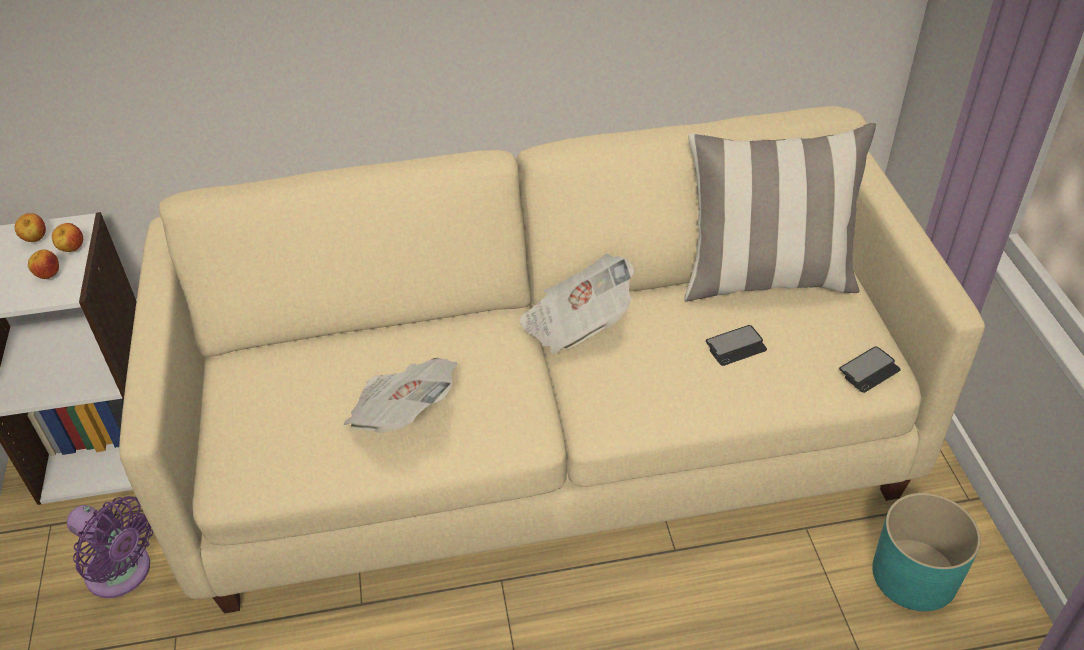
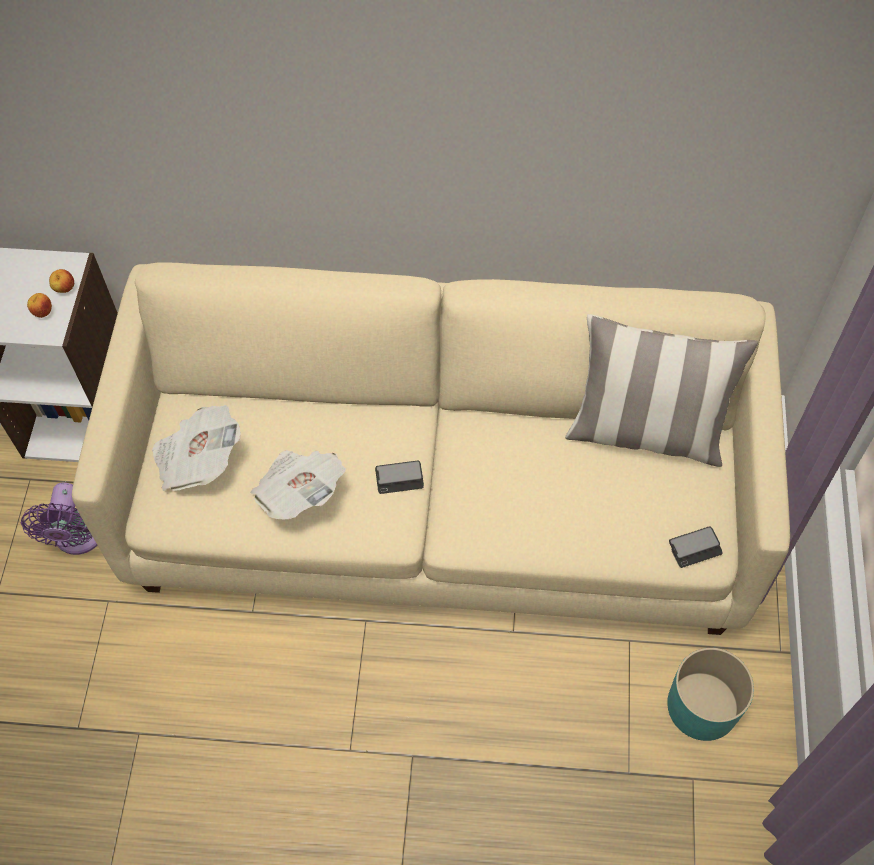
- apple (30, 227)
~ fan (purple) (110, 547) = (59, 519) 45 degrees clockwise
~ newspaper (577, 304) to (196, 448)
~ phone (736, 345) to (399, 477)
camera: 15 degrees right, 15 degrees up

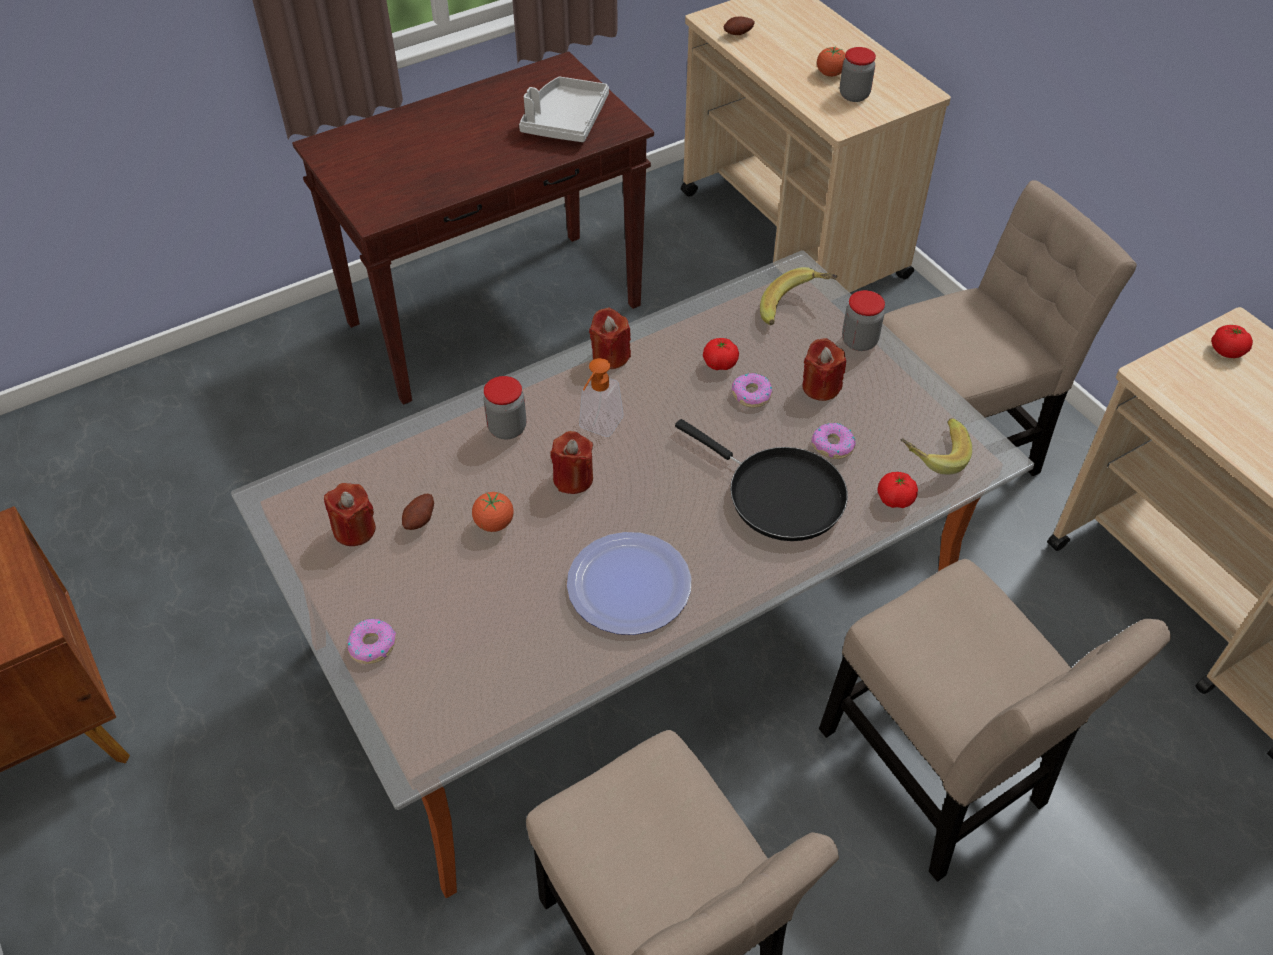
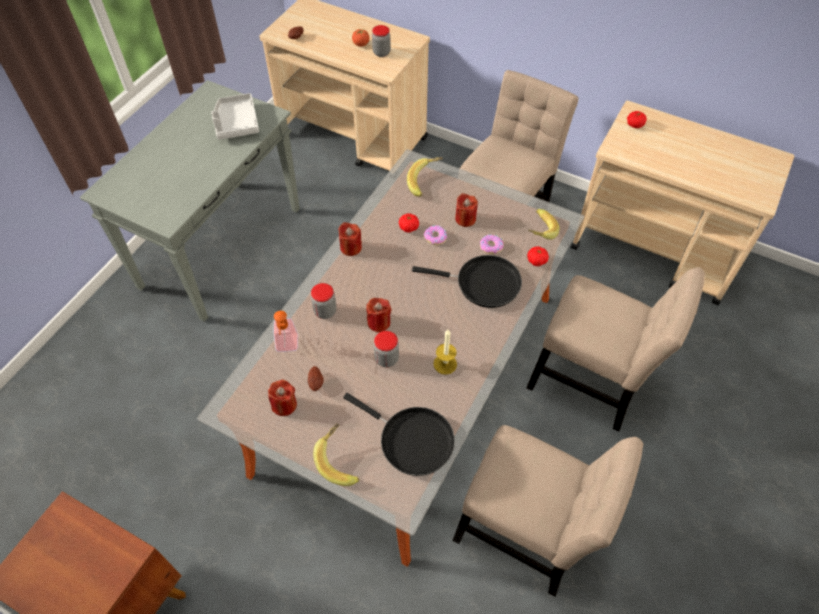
~ console table (brown) (473, 228) to console table (grey) (190, 201)
~ donut (371, 641) to banana (336, 454)
- tomato (493, 512)
~ plate (629, 583) to candle (445, 352)
~ soap dispenser (601, 397) to (286, 331)
~ jar (863, 320) to (386, 349)
+ frying pan (black) (399, 434)
camera: 30 degrees left, 5 degrees up

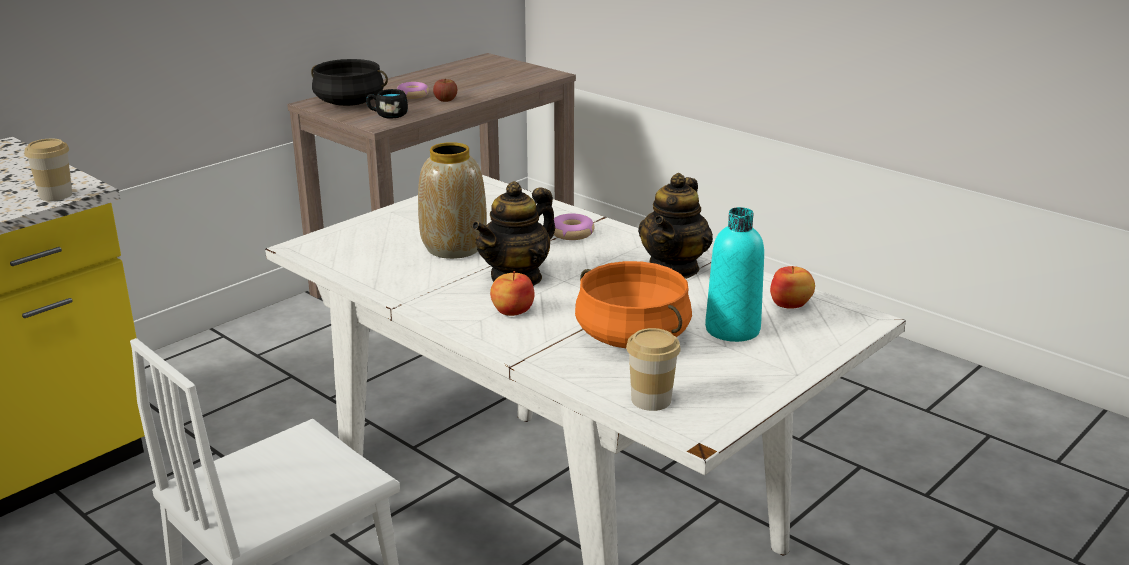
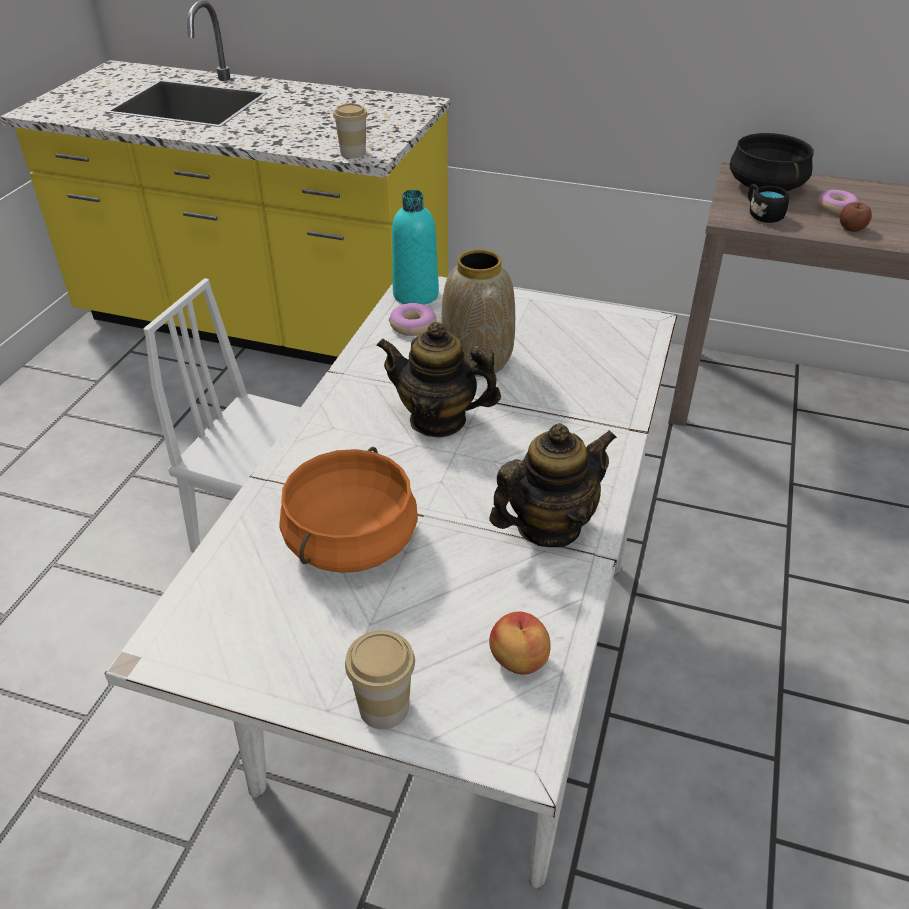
- apple (512, 293)
~ donut (574, 226) to (413, 319)
~ cup (653, 369) to (380, 679)
~ teapot (675, 226) = (553, 485) 150 degrees clockwise
~ bottle (turquoise) (734, 274) to (415, 247)
camera: 65 degrees right, 15 degrees up

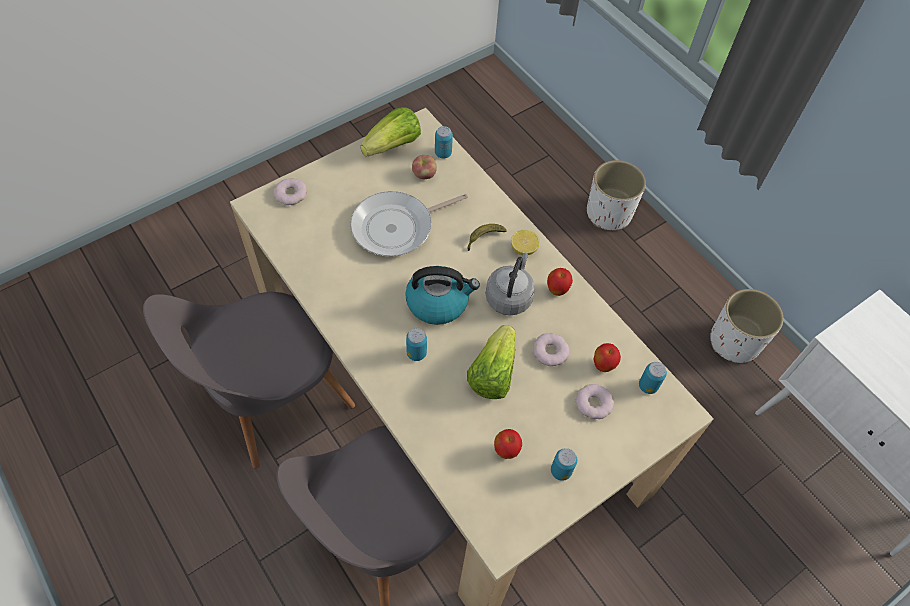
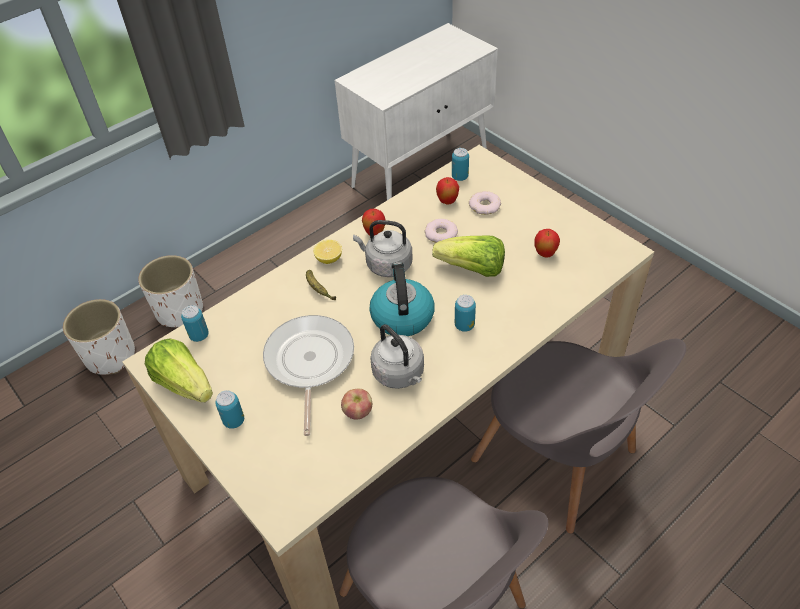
- donut (290, 191)
~ frying pan (409, 224) = (308, 375) 150 degrees counterclockwise
~ apple (424, 167) to (356, 404)
~ can (564, 464) to (229, 409)
~ planter (white) (747, 326) to (99, 337)
+ kettle (grey) (397, 356)
camera: 90 degrees left, 10 degrees down

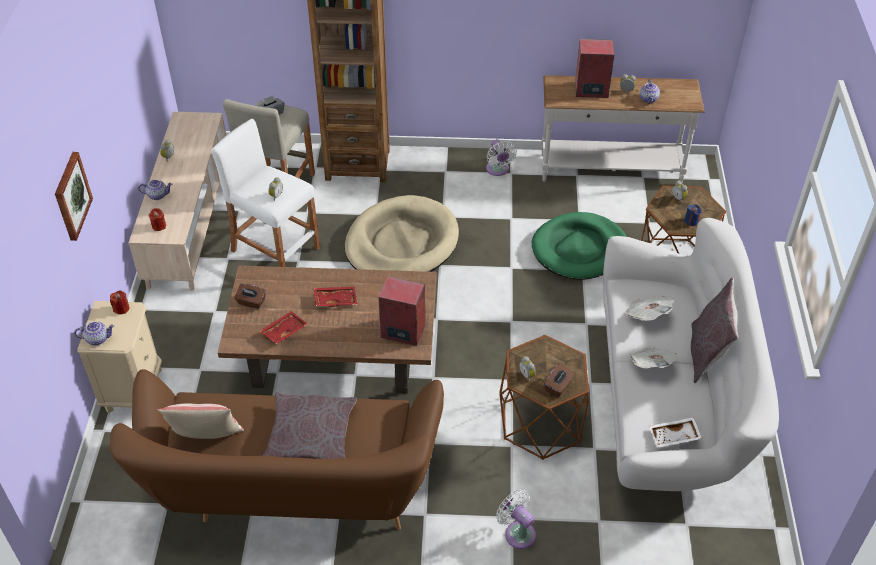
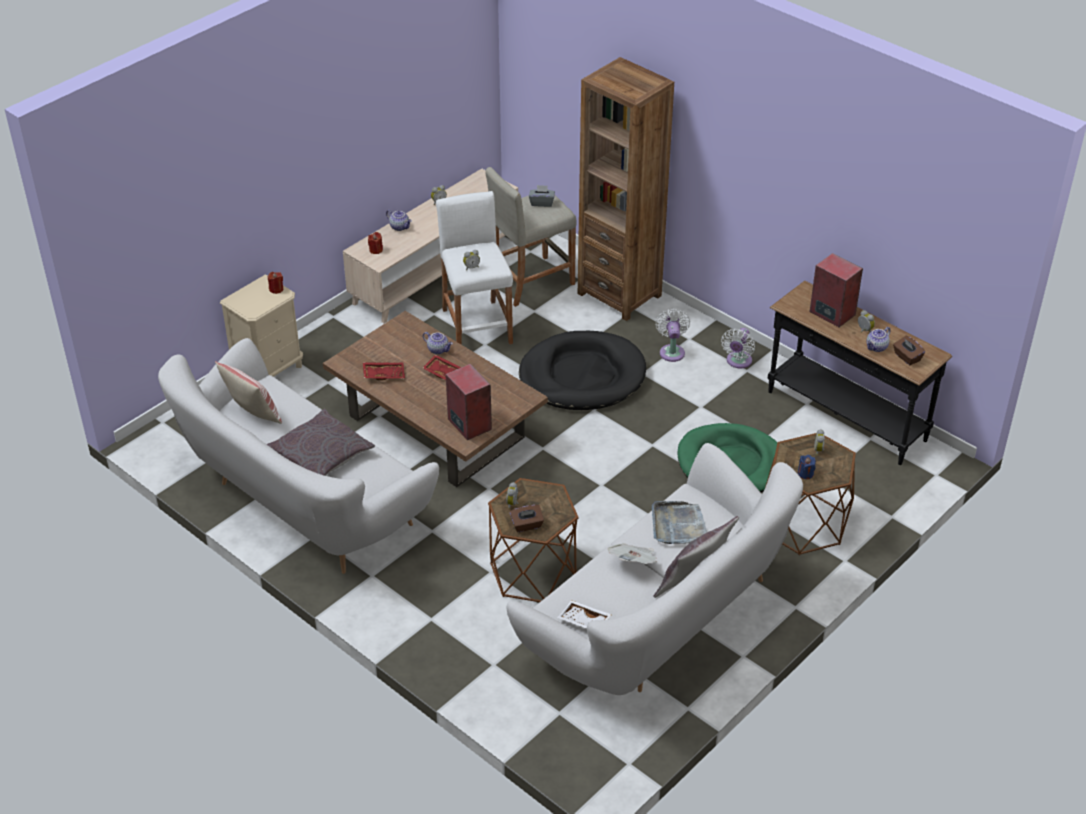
- picture (74, 196)
~ teapot (94, 333) to (438, 343)
~ sofa (brown) (277, 449) to sofa (white) (298, 456)
~ tissue box (brown) (250, 296) to (909, 350)
~ dog bed (beige) (402, 233) to dog bed (black) (582, 370)
~ fan (white) (516, 519) to (673, 335)
~ console table (white) (623, 128) to console table (black) (860, 373)
~ newspaper (649, 308) to tray (grey) (679, 522)
camera: 40 degrees right, 5 degrees down

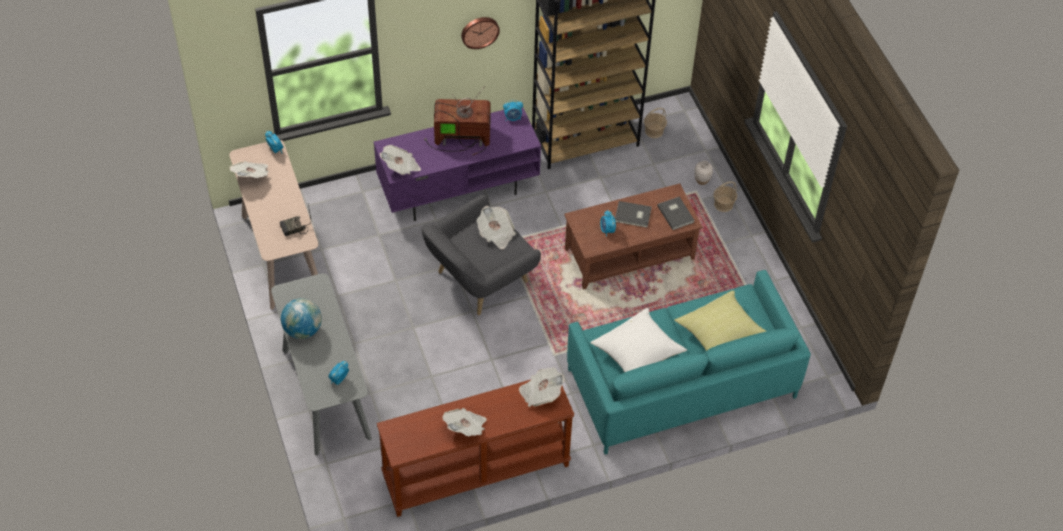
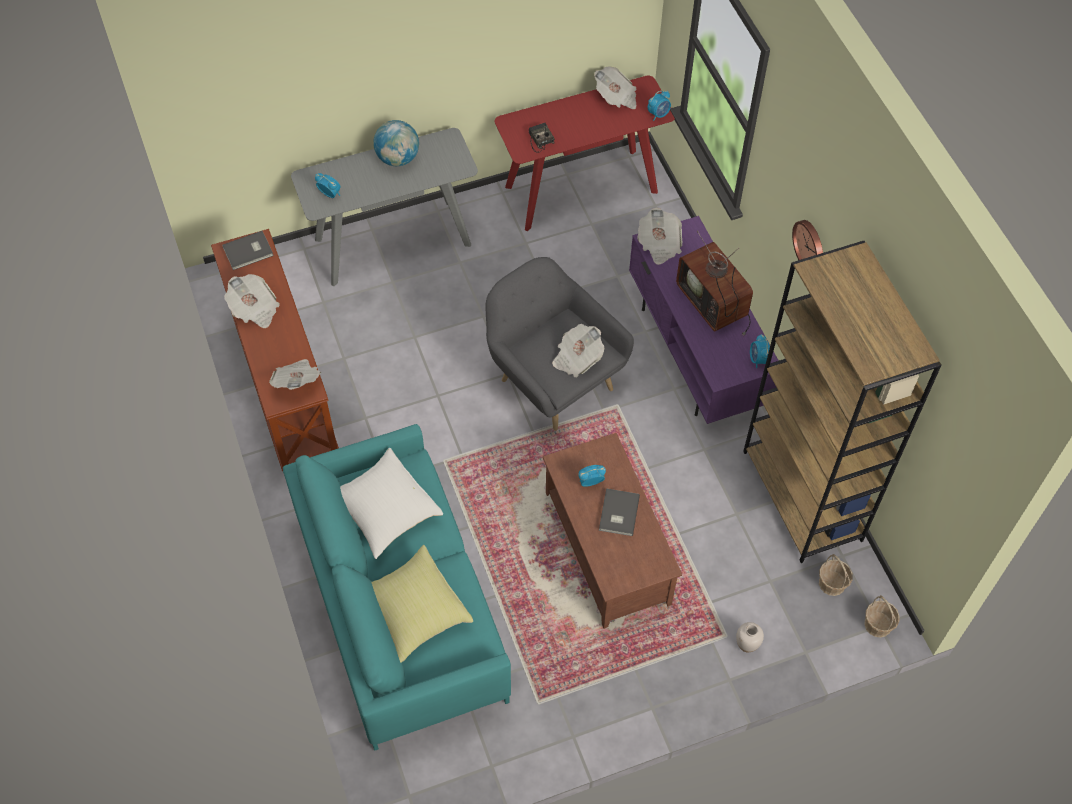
~ console table (beige) (273, 225) to console table (red) (585, 153)
~ television (457, 120) = (714, 283) 150 degrees clockwise
~ book (grey) (676, 213) to (248, 250)
~ basket (725, 196) to (882, 616)
camera: 90 degrees right, 5 degrees up

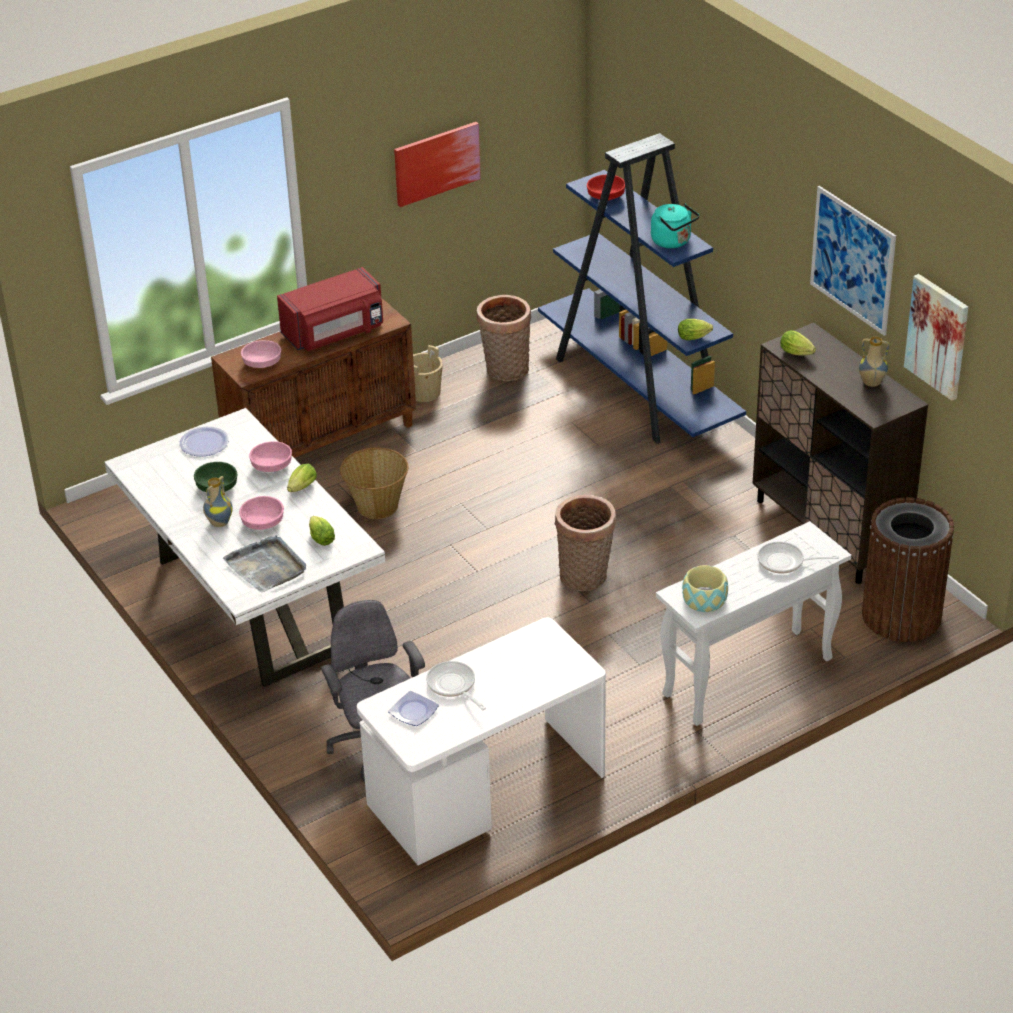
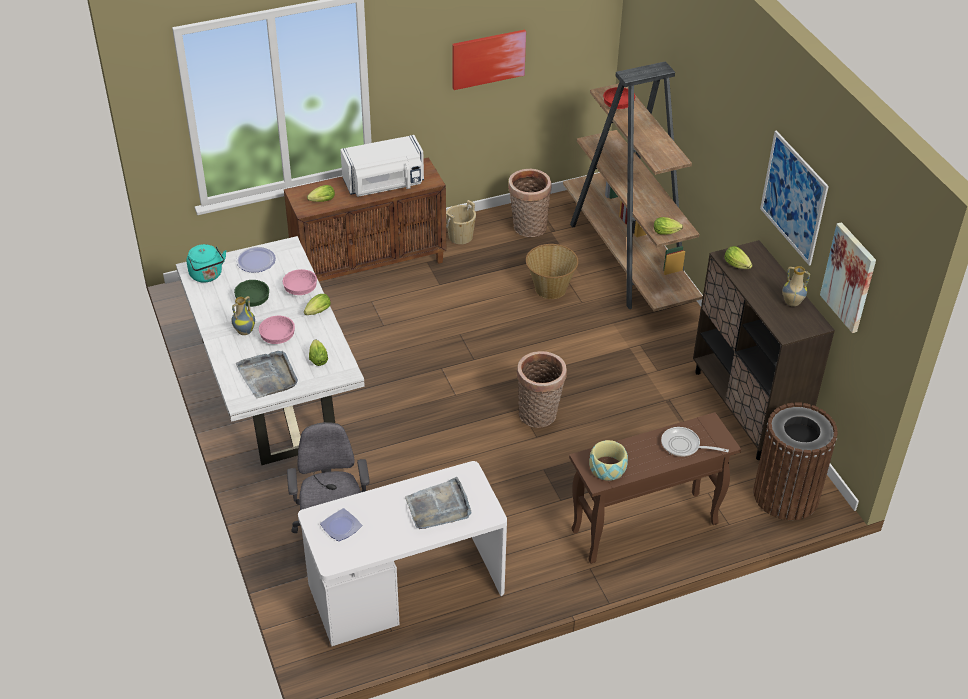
~ bowl (pink) (261, 354) to lettuce (321, 193)
~ microwave (red) (330, 309) to microwave (white) (382, 166)
~ basket (374, 483) to (552, 271)
- frying pan (456, 685)
~ bookcase (blue) (642, 288) to bookcase (brown) (633, 186)
~ kettle (turquoise) (675, 225) to (206, 263)
~ console table (white) (753, 623) to console table (brown) (655, 488)
+ tray (grey) (438, 503)
camera: 10 degrees right, 5 degrees up

